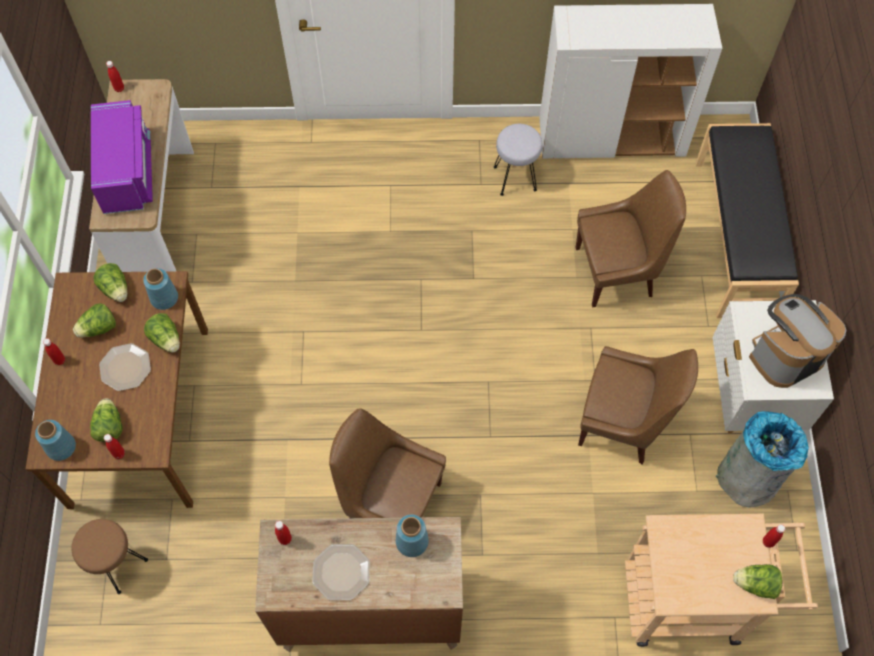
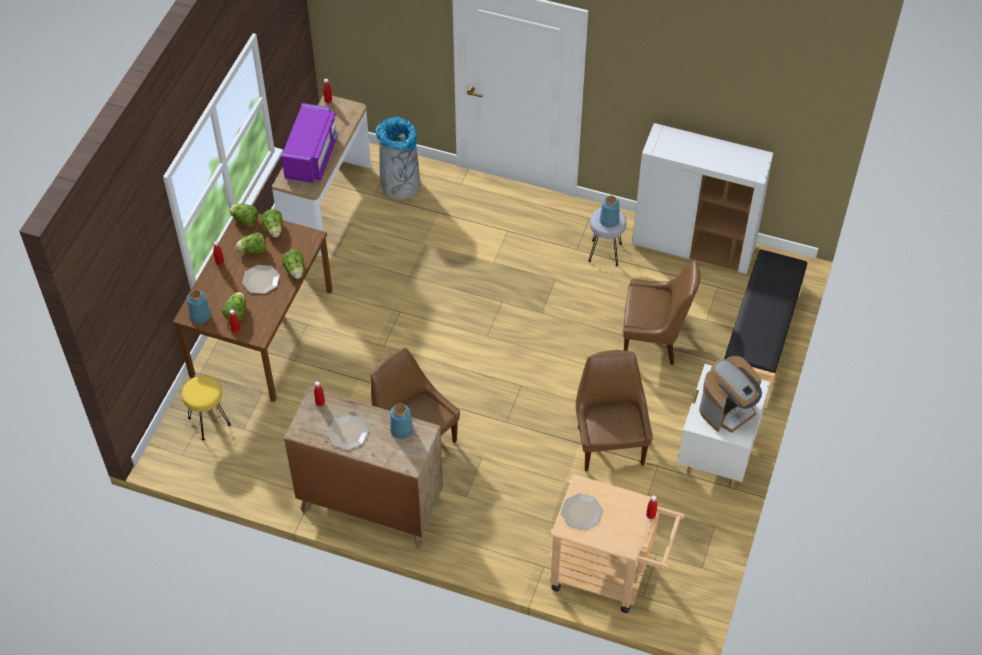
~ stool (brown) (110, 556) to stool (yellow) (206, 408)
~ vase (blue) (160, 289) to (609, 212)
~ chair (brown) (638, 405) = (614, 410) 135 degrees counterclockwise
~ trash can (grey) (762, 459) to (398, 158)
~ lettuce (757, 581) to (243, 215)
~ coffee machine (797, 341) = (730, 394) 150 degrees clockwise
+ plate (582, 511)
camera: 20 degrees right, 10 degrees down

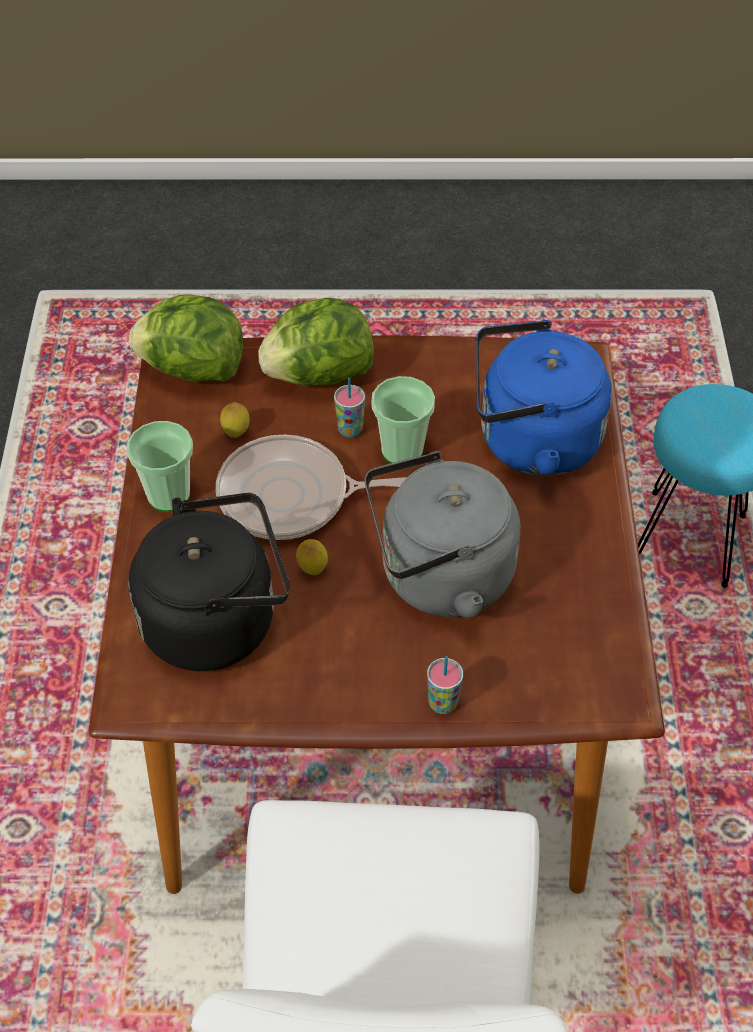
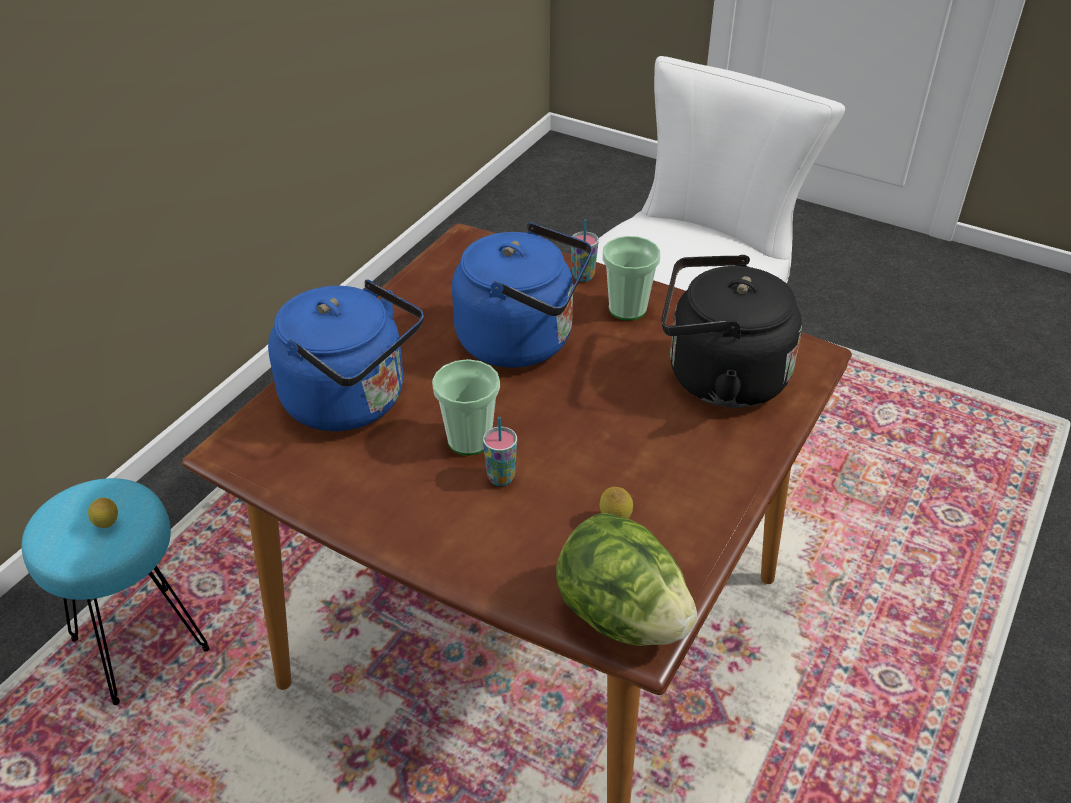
~ cup (160, 466) to (631, 278)
- frying pan (311, 487)
- lettuce (316, 341)
~ lemon (312, 557) to (103, 513)
~ kettle (grey) (442, 534) to kettle (blue) (522, 295)
camera: 150 degrees left, 10 degrees down

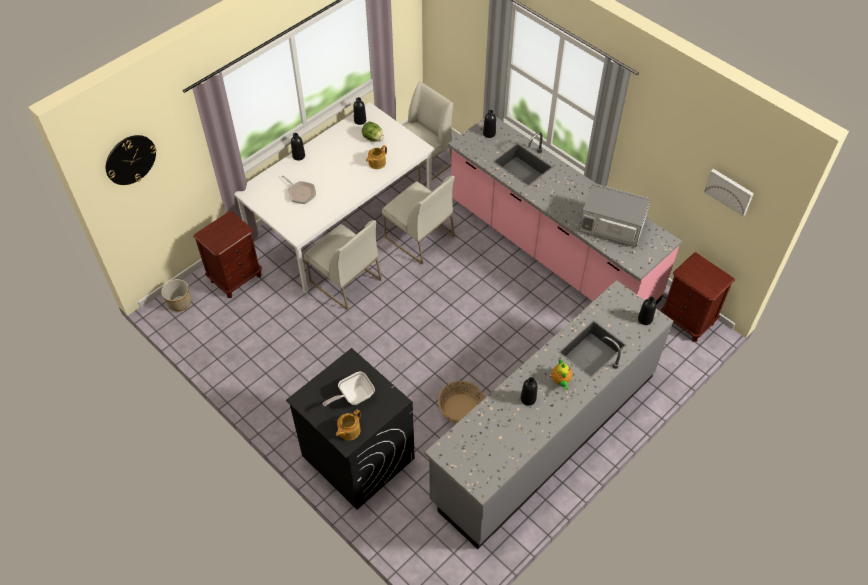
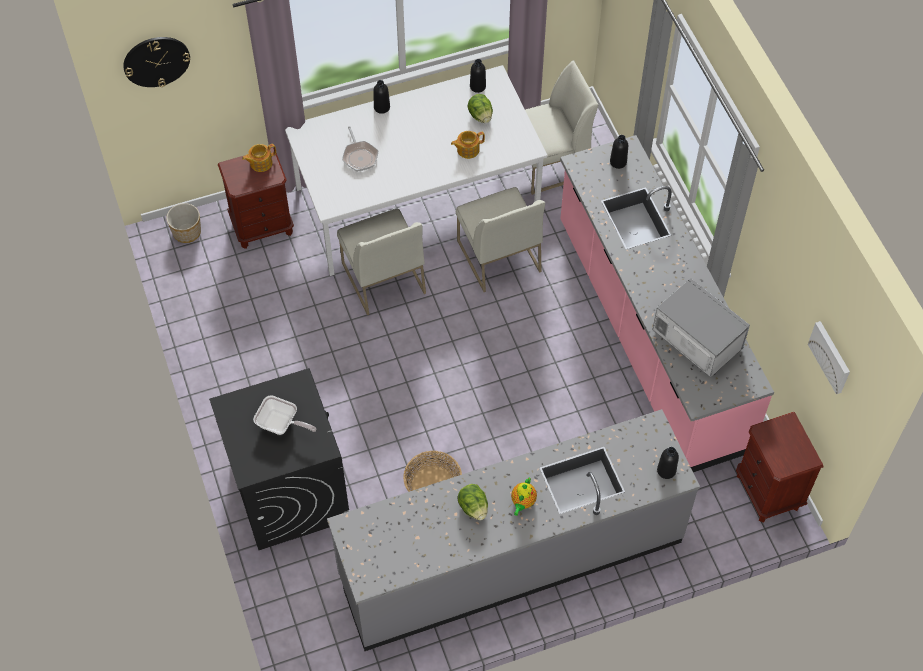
~ frying pan (349, 388) = (284, 415) 150 degrees counterclockwise
~ teapot (348, 425) to (259, 158)
~ bottle (black) (529, 391) to lettuce (473, 502)
camera: 25 degrees right, 5 degrees up

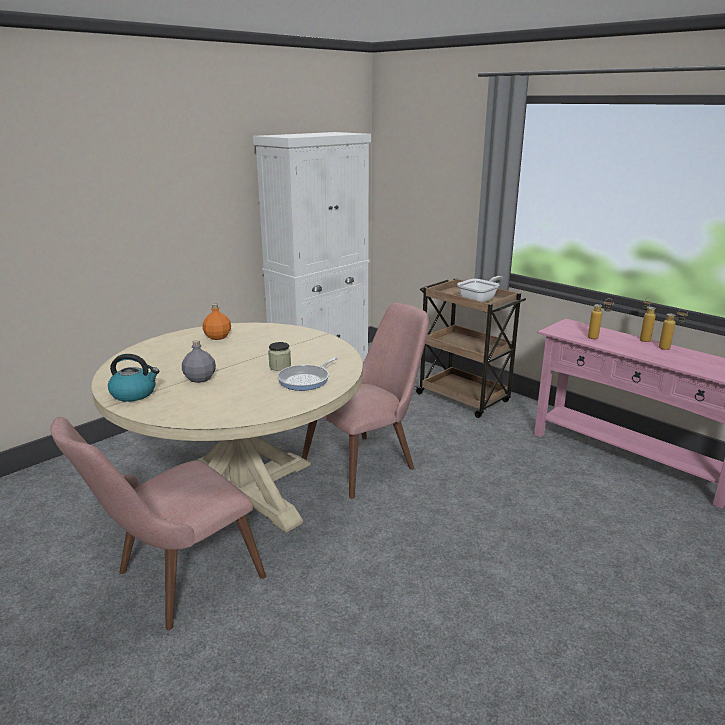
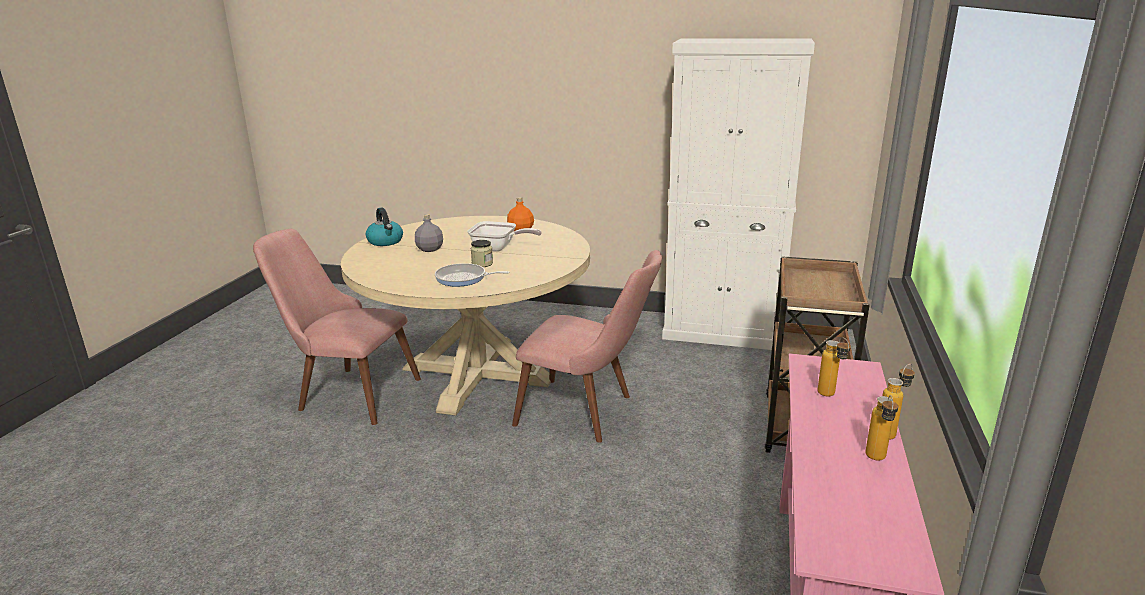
~ frying pan (480, 289) to (504, 236)
camera: 60 degrees right, 0 degrees up

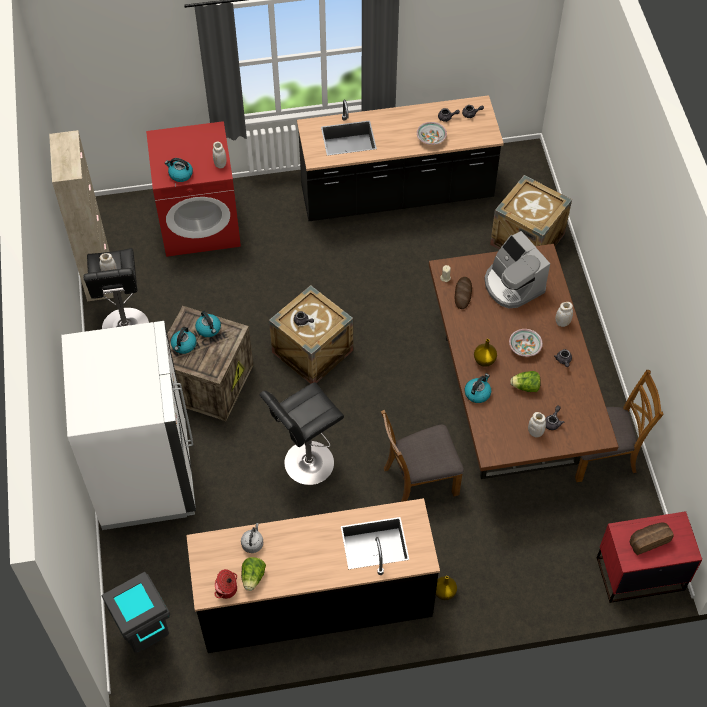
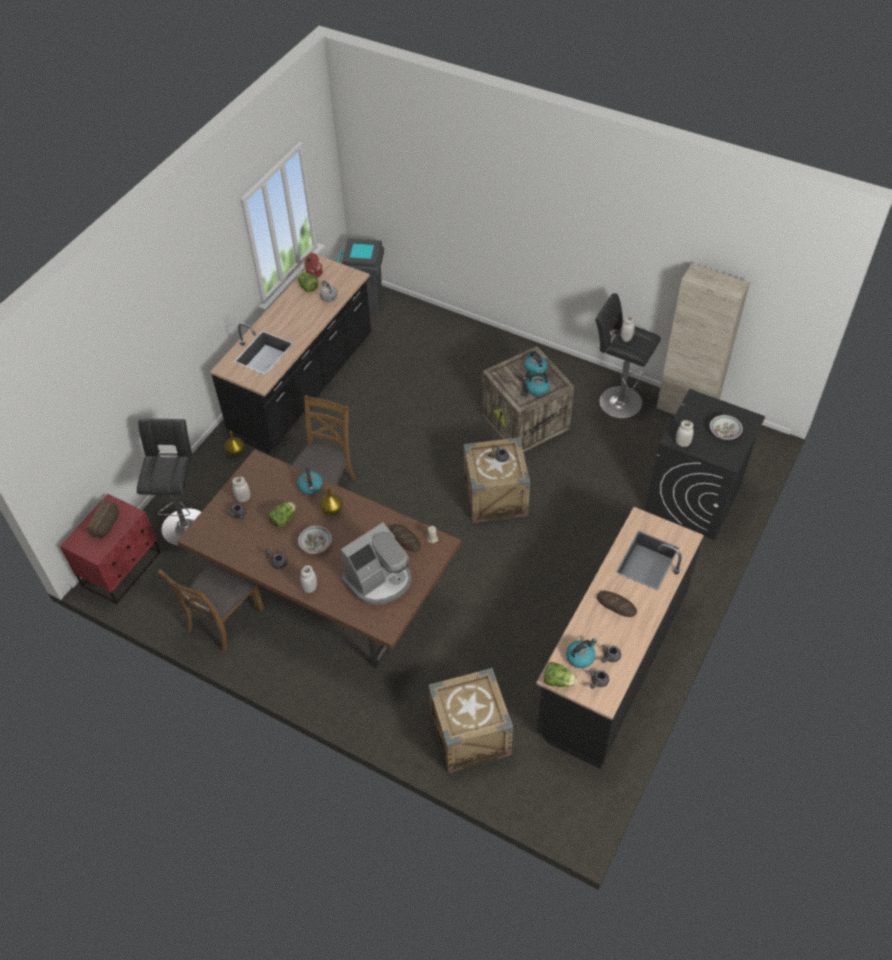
- fridge (white) (128, 425)
~ washing machine (red) (193, 189) to washing machine (black) (705, 464)
~ kettle (179, 170) to (581, 653)
~ stool (black) (301, 433) to (169, 482)
~ bowl (432, 133) to (726, 427)
~ coffee machine (517, 269) = (376, 563) 135 degrees clockwise
+ lettuce (560, 674)
+ bread (617, 604)
camera: 130 degrees right, 5 degrees down

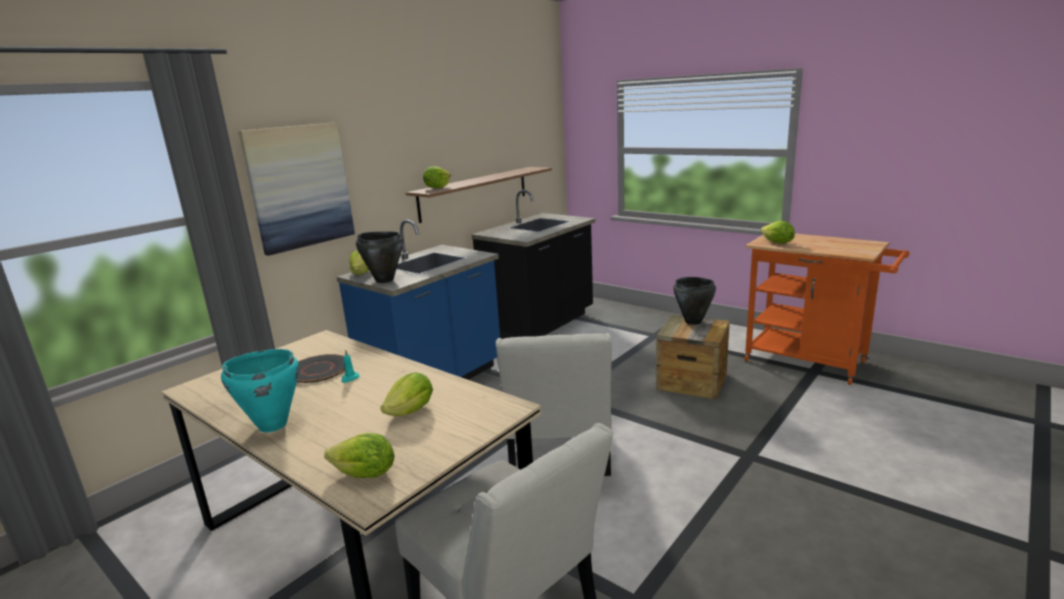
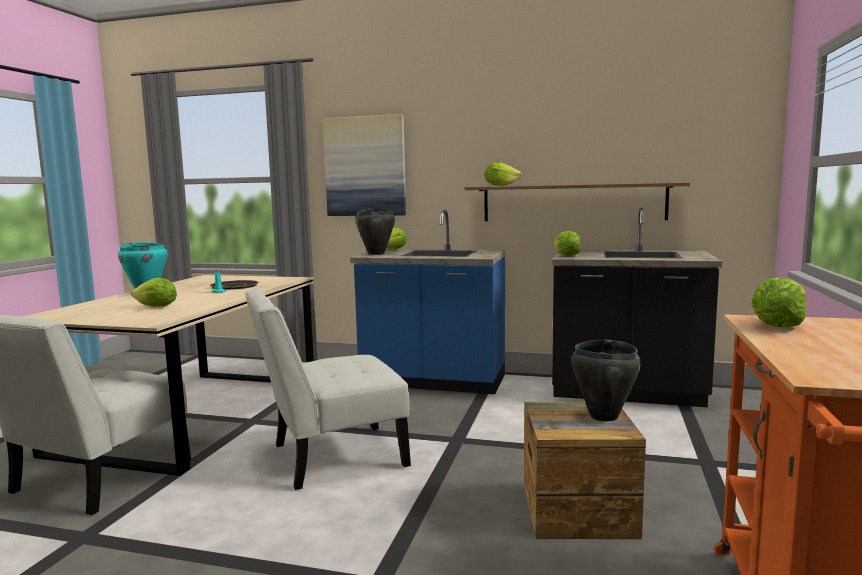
~ lettuce (359, 455) to (568, 243)
camera: 65 degrees right, 10 degrees down

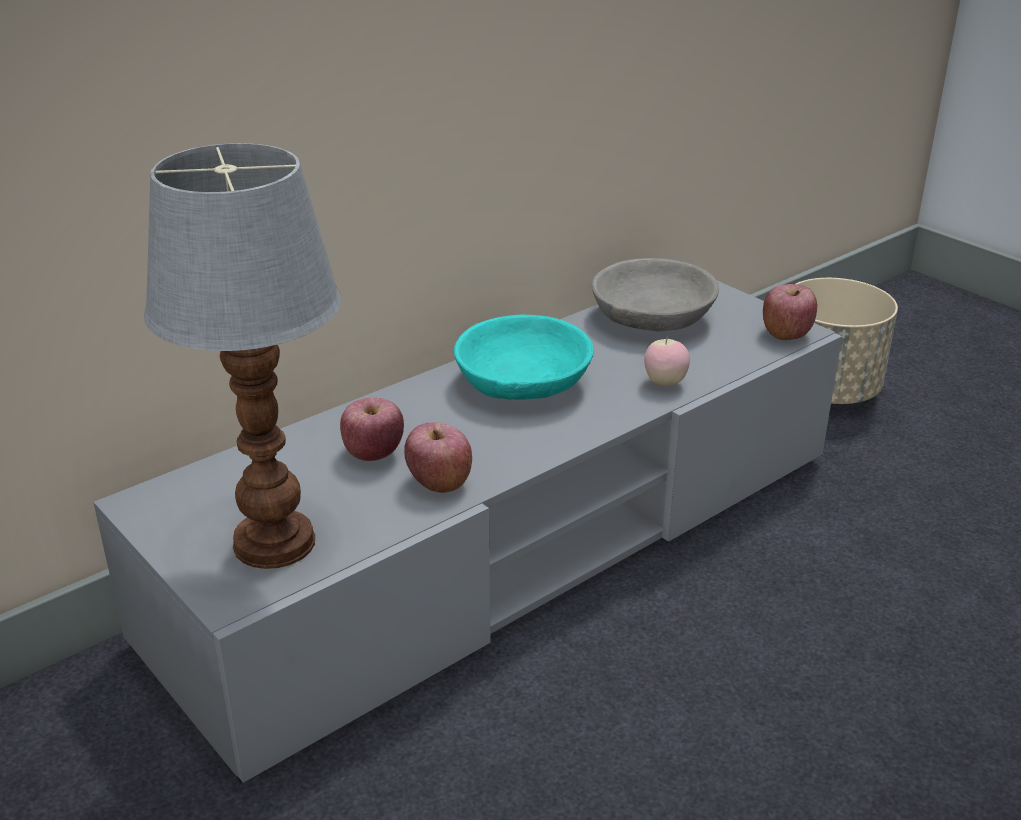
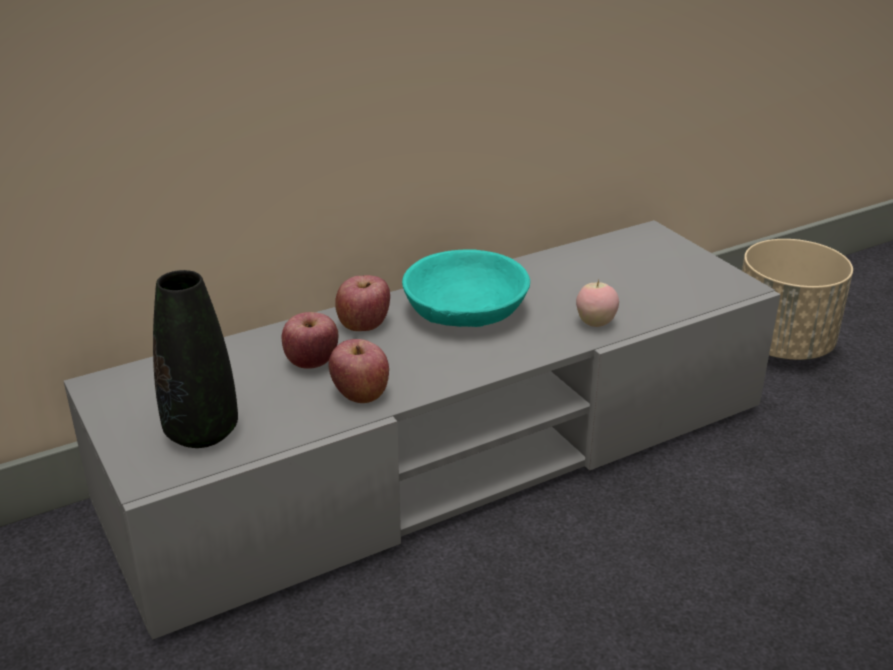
~ table lamp (242, 356) to vase (black) (195, 359)
- bowl (grey) (655, 295)
~ apple (790, 312) to (362, 303)
camera: 10 degrees right, 0 degrees up

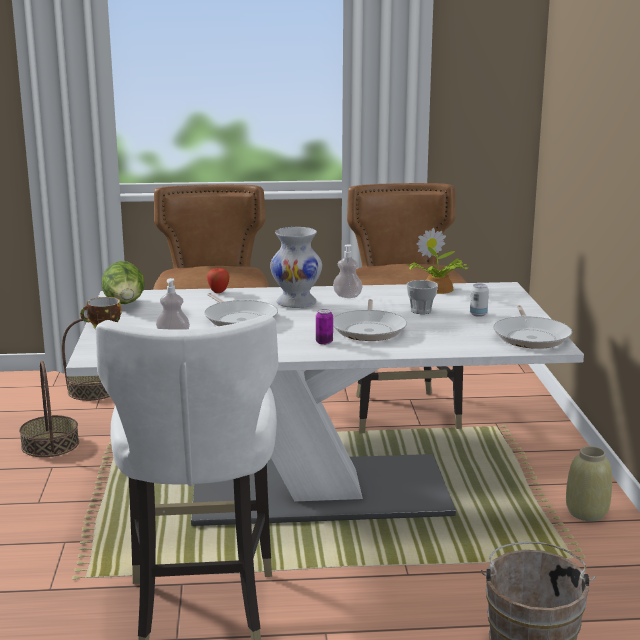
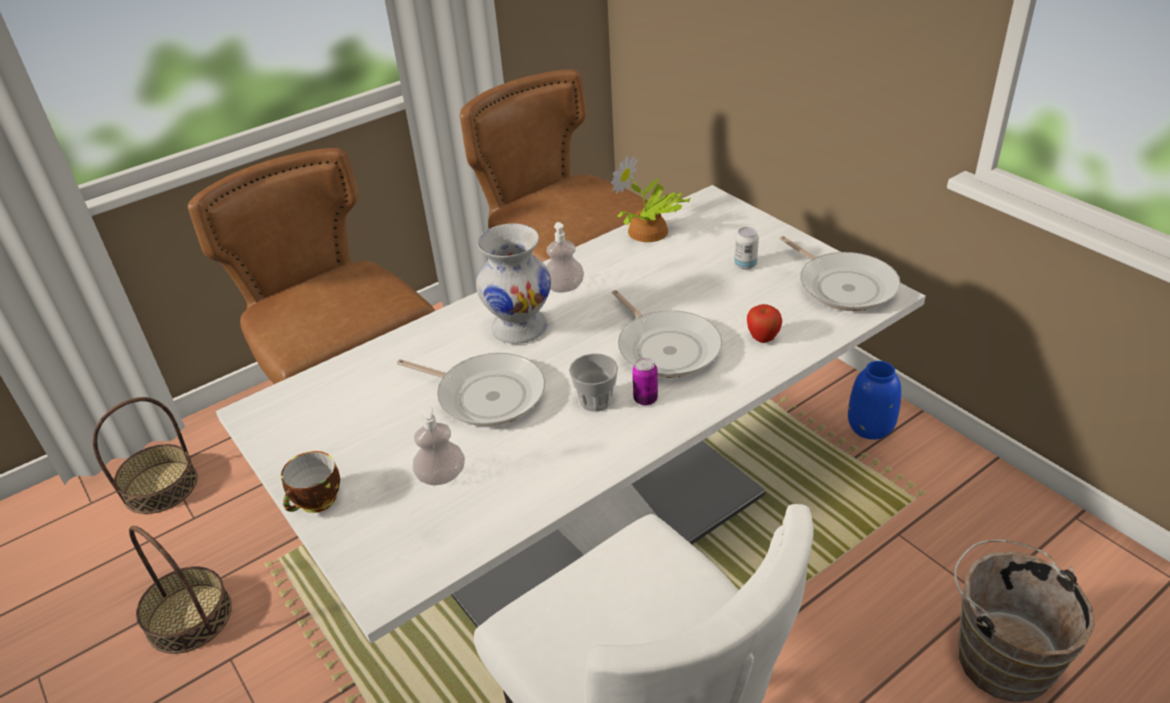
- lettuce (123, 282)
~ apple (218, 280) to (764, 323)
~ cup (422, 297) to (593, 382)
~ vase (beige) (589, 483) to vase (blue) (874, 400)
camera: 30 degrees left, 20 degrees up

